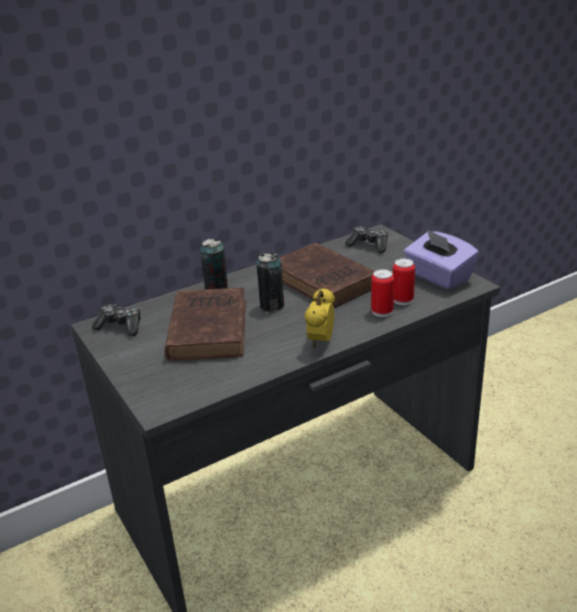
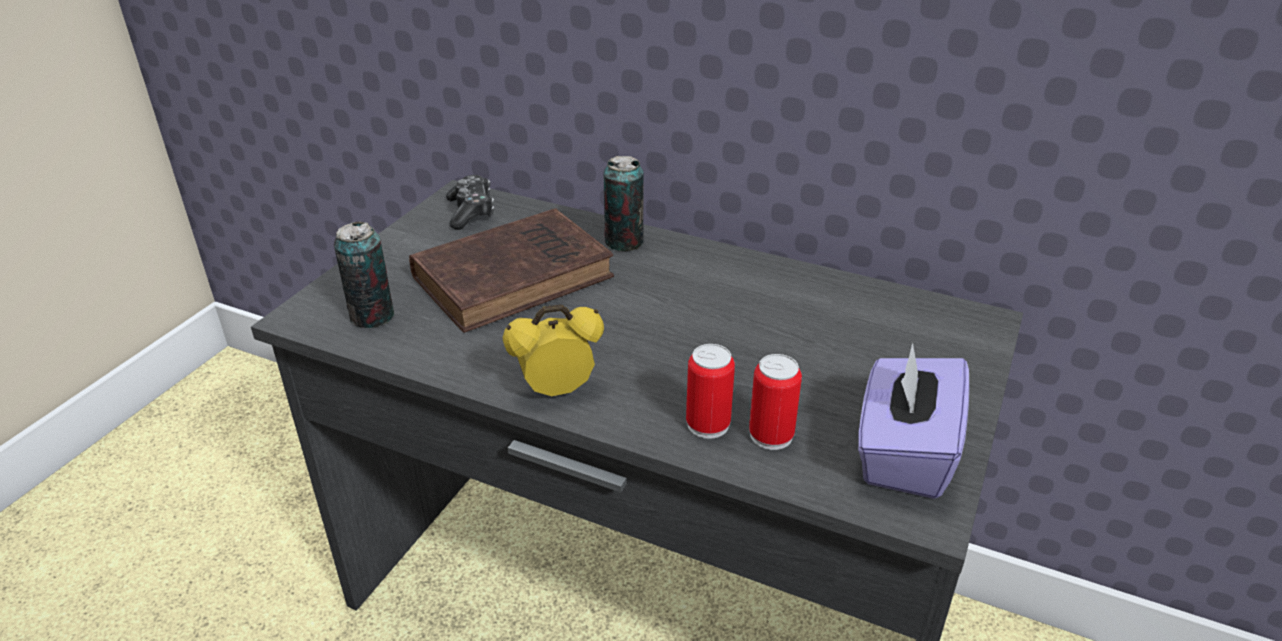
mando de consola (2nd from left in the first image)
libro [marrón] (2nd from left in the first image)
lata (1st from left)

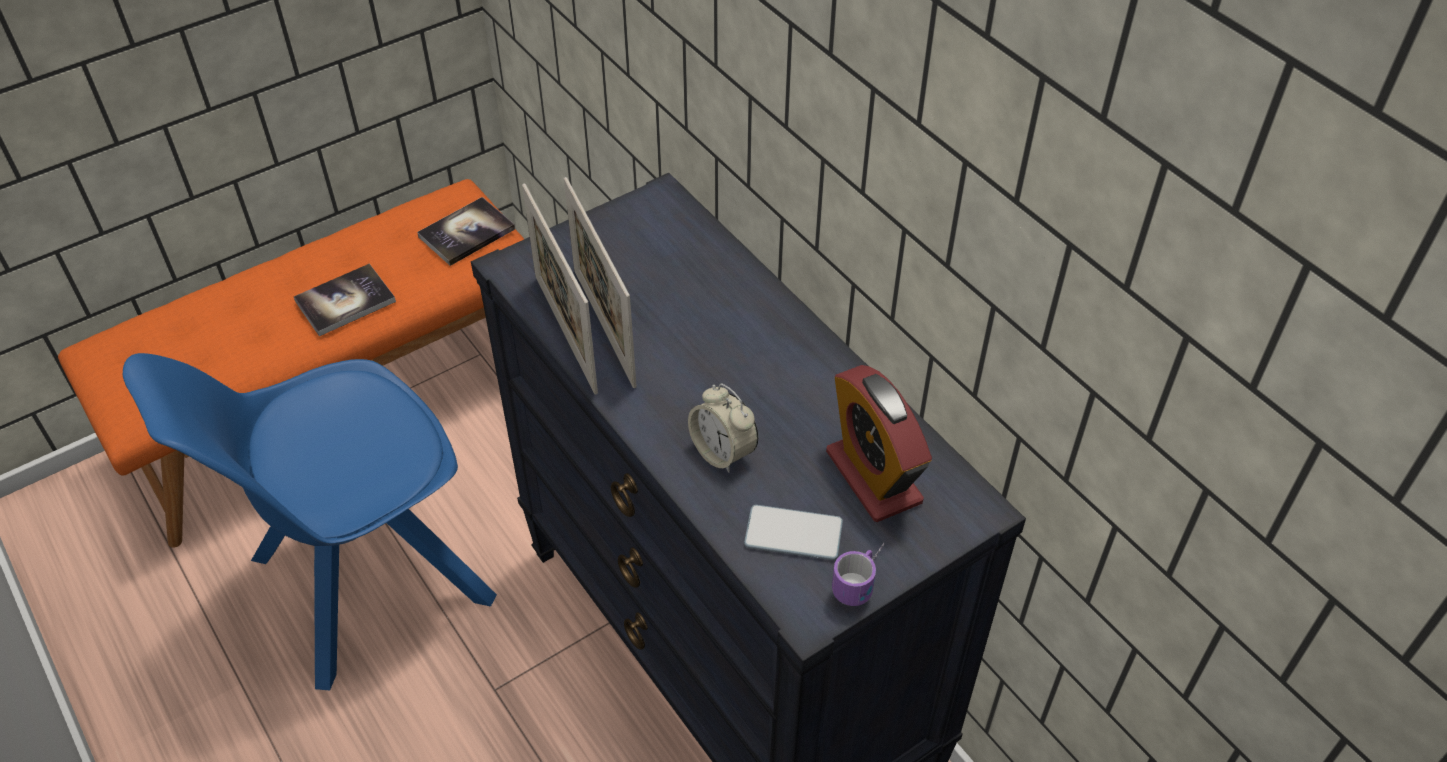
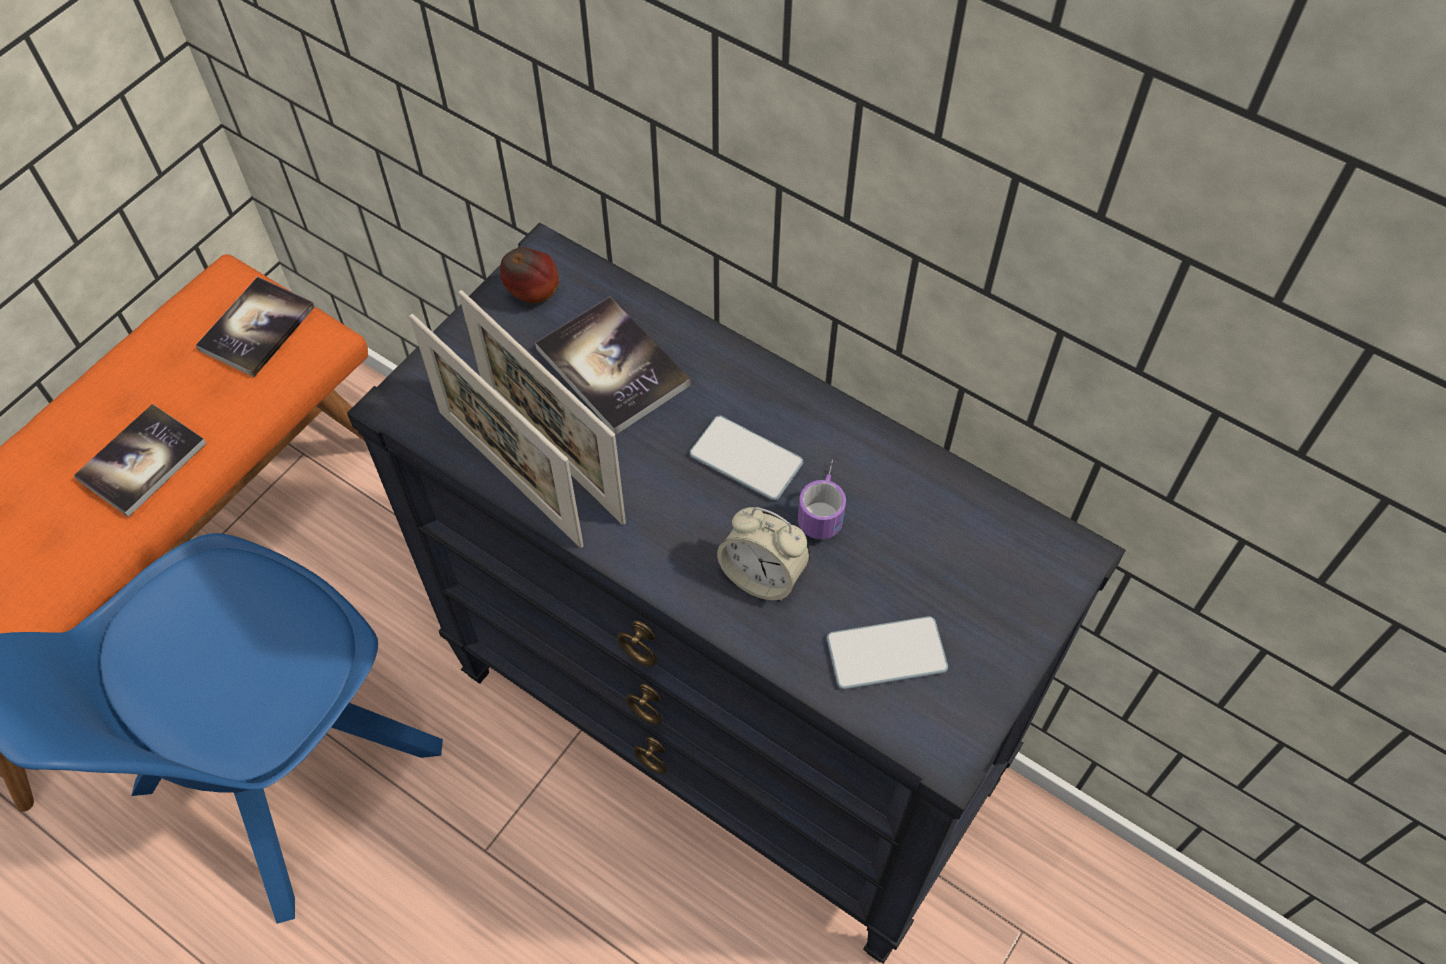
despertador (2nd from left in the first image)
taza grande
manzana
libro (3rd from left)
móvil (1st from left)

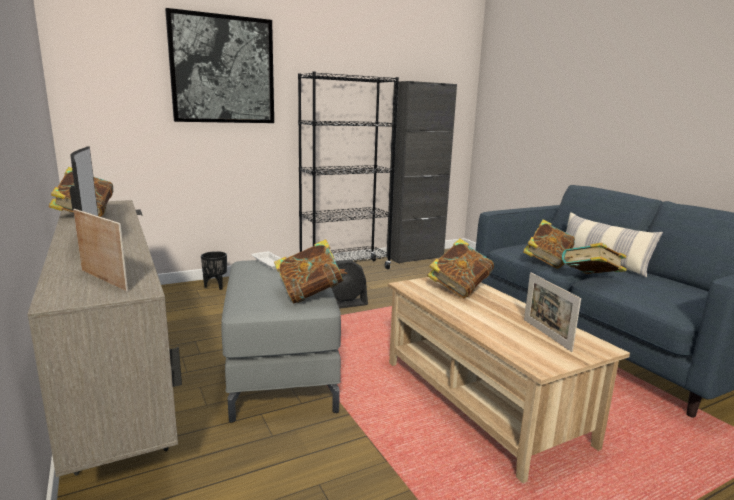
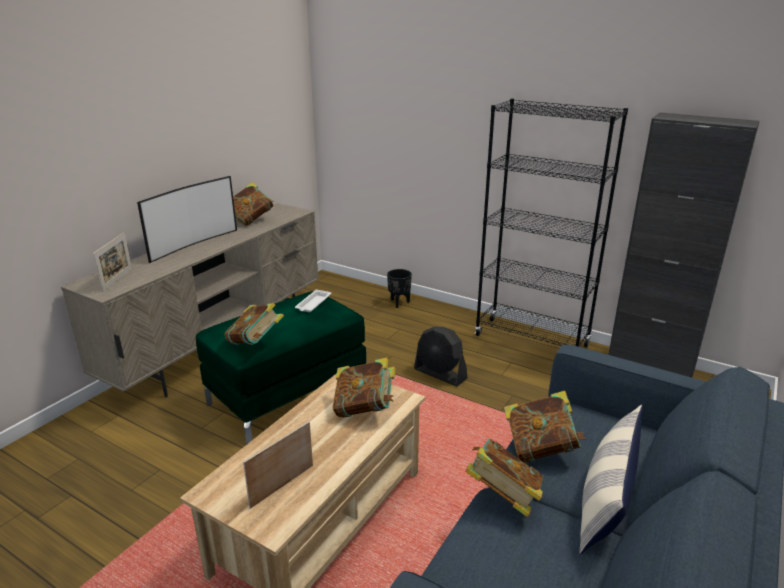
cuadro
puf [verde]

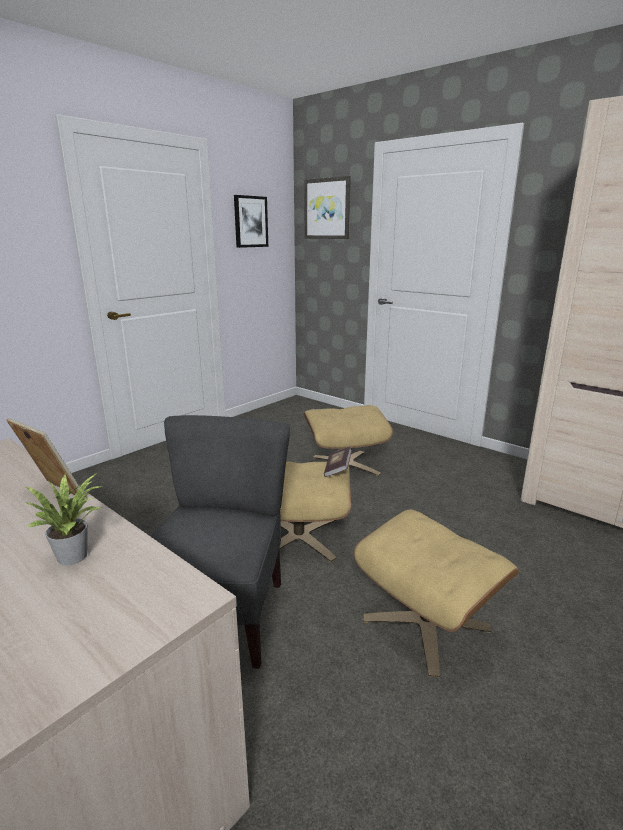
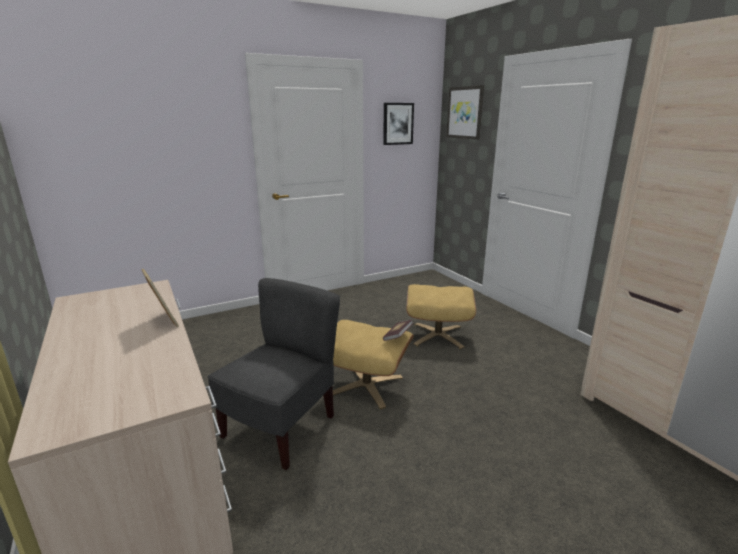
planta en maceta
puf [beis] (3rd from left in the first image)

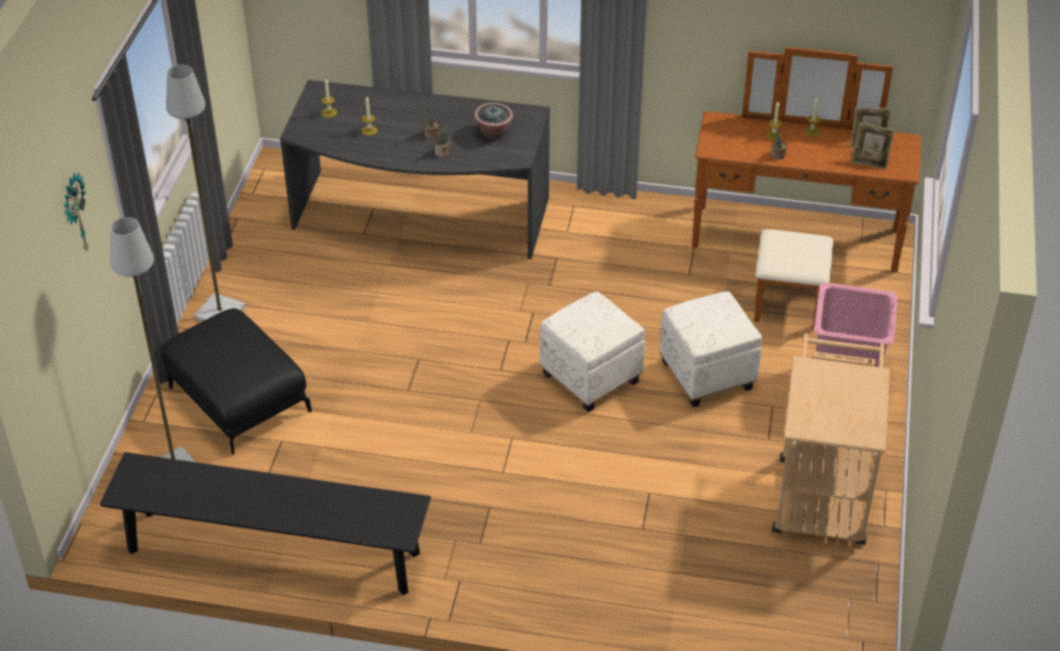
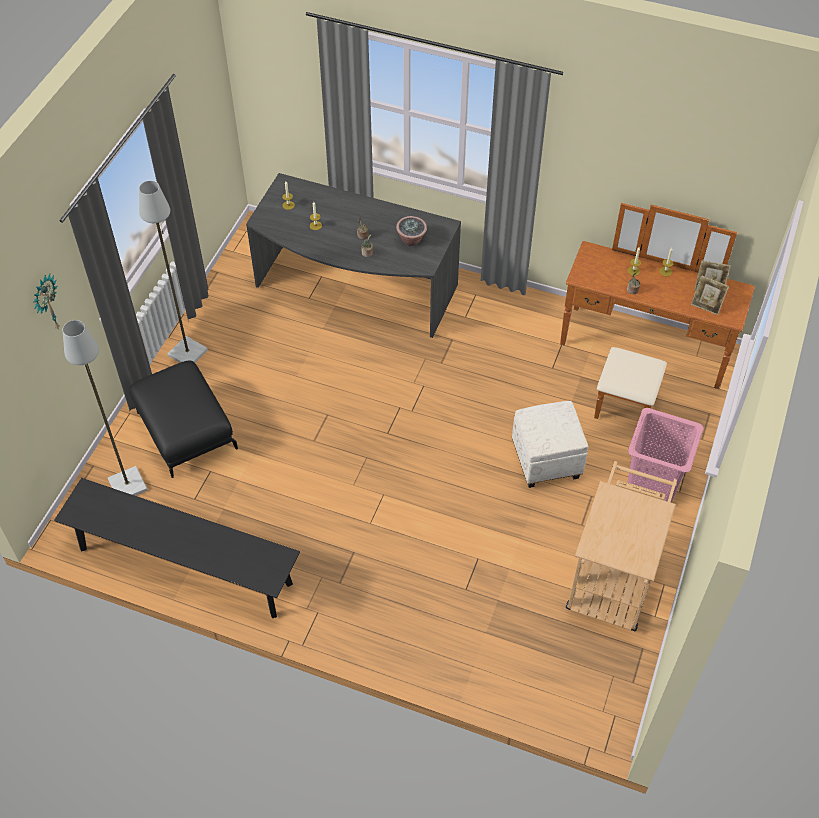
puf [blanco] (1st from left in the first image)

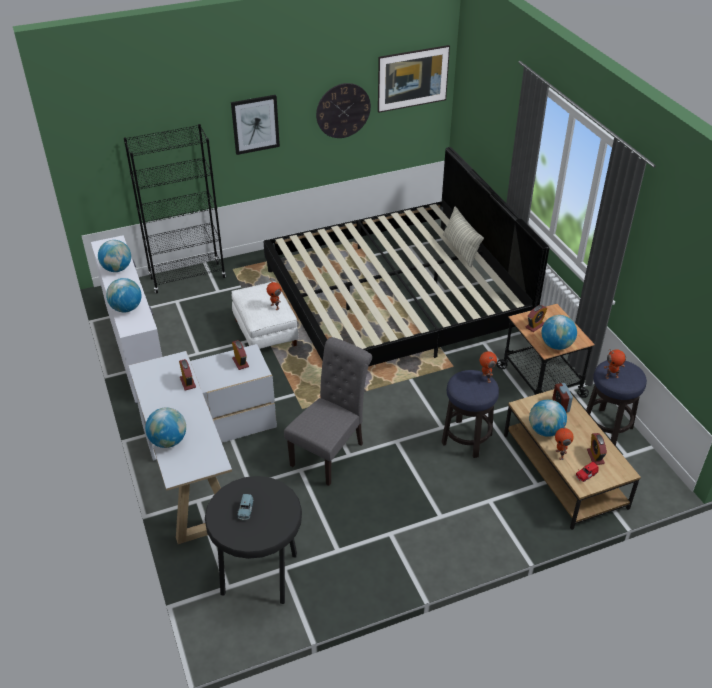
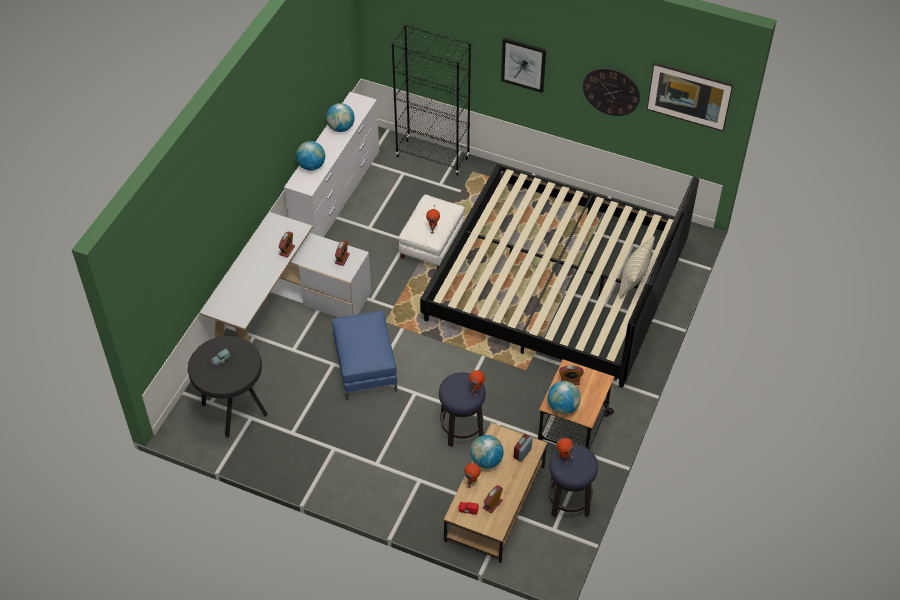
puf [azul]
globo terráqueo (3rd from left in the first image)

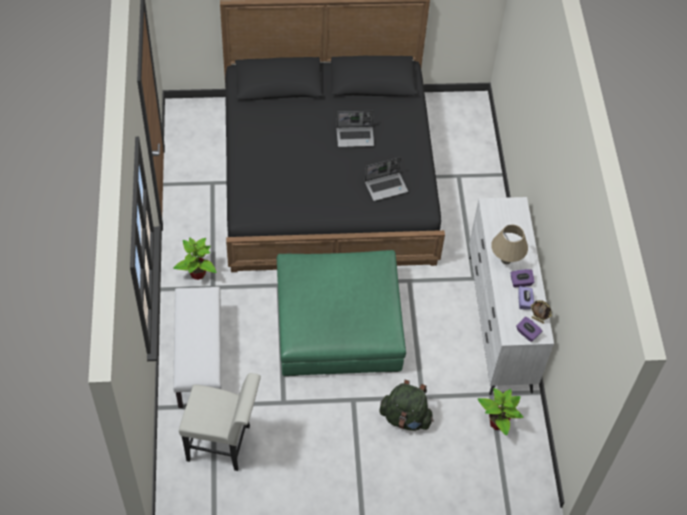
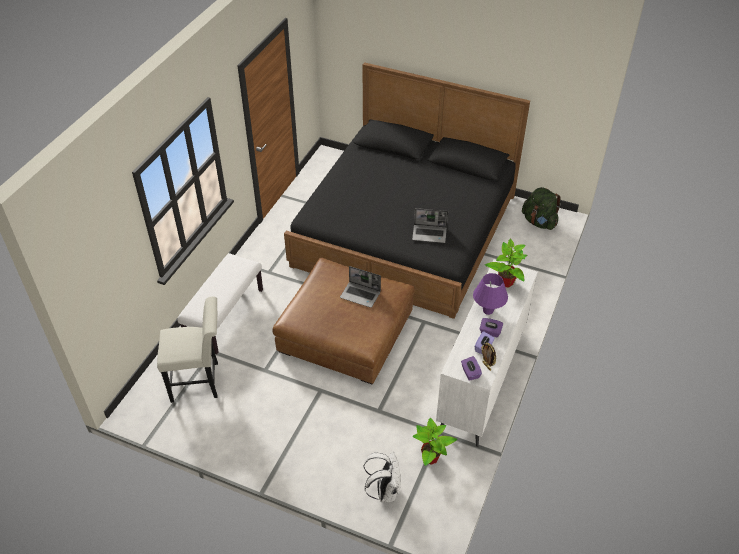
portátil (1st from left)
lámpara de mesa [morado]
planta en maceta (2nd from left)
puf [marrón]
silla [blanco]
mochila [verde]
mochila [blanco]

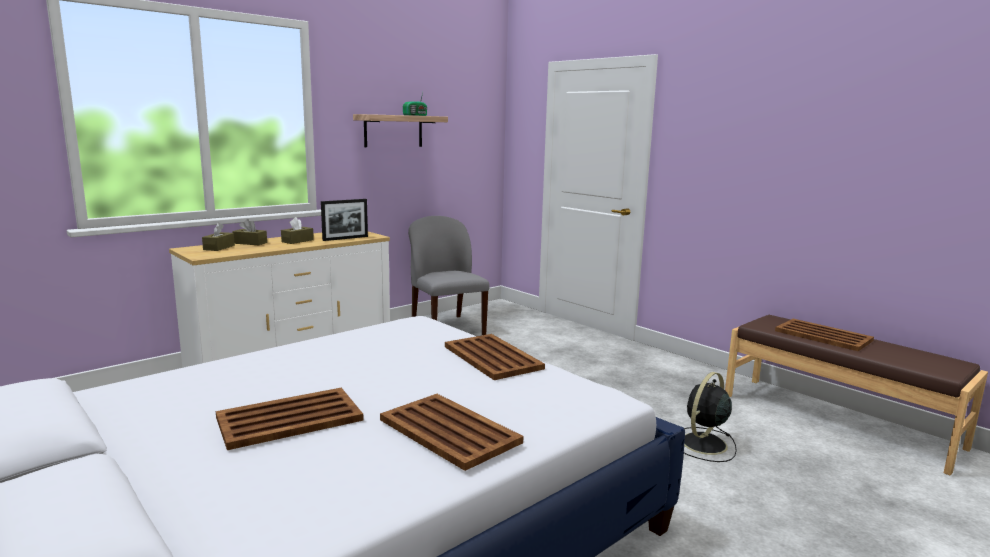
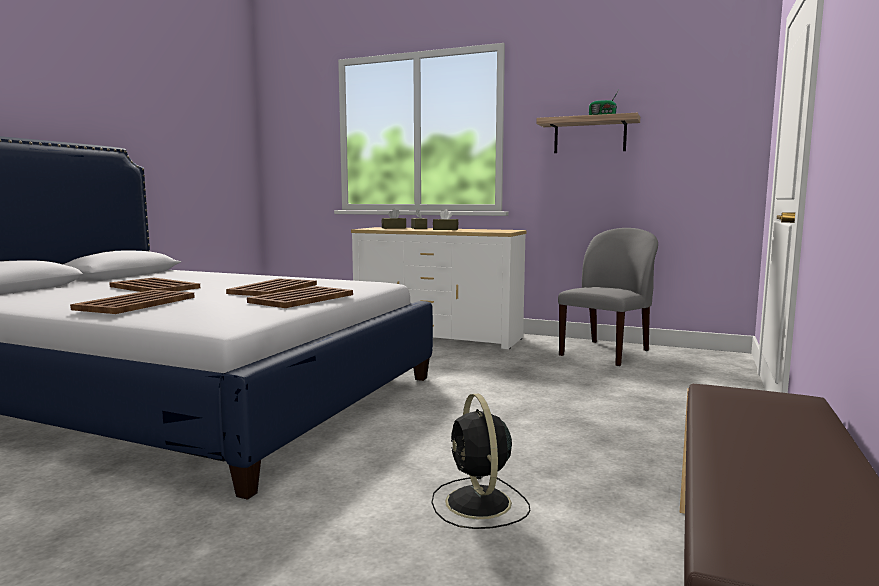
portarretratos
bandeja [marrón] (3rd from left)
ventilador [negro]

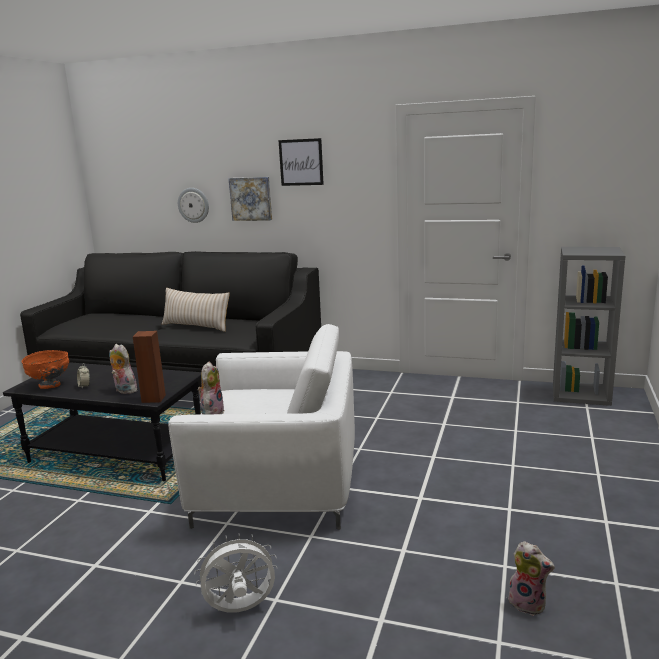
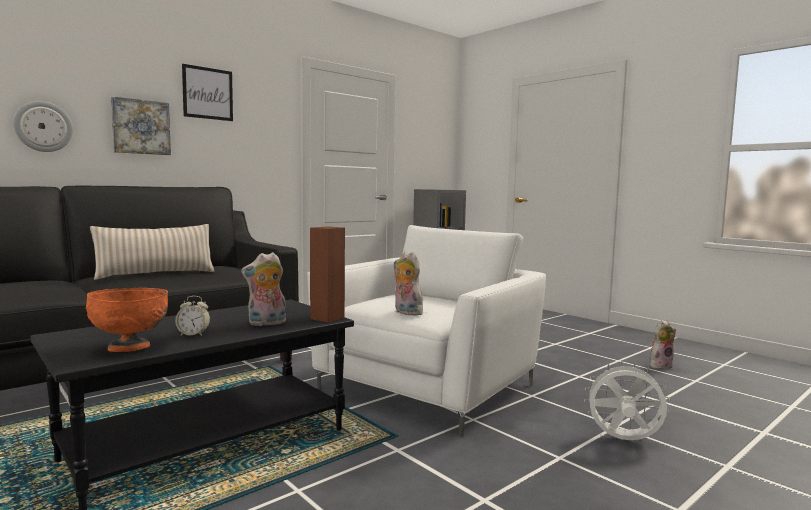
ventilador [blanco]

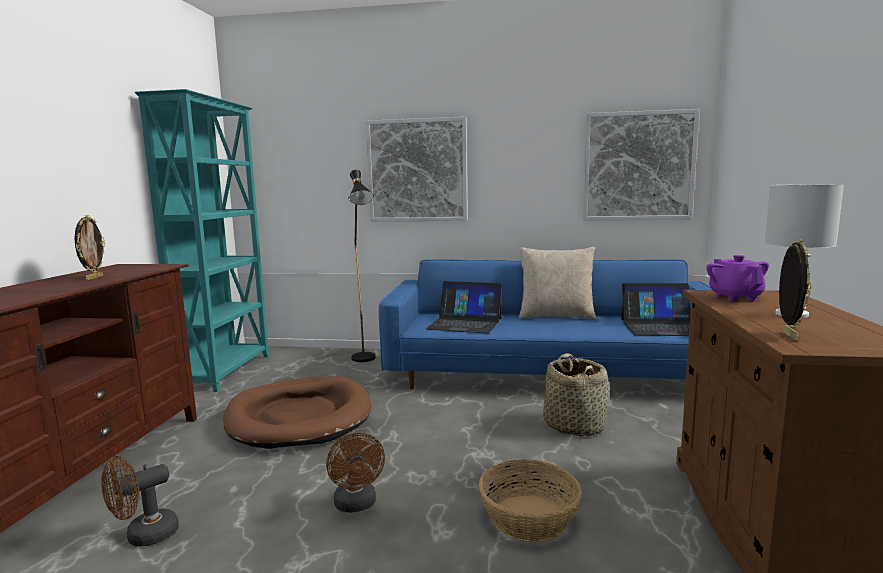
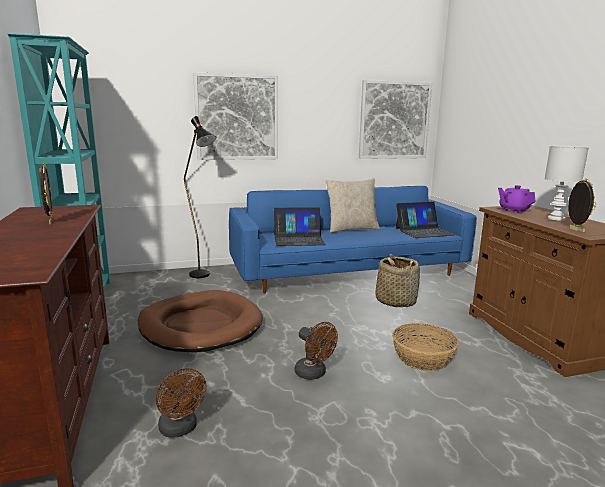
ventilador [marrón] (1st from left)

